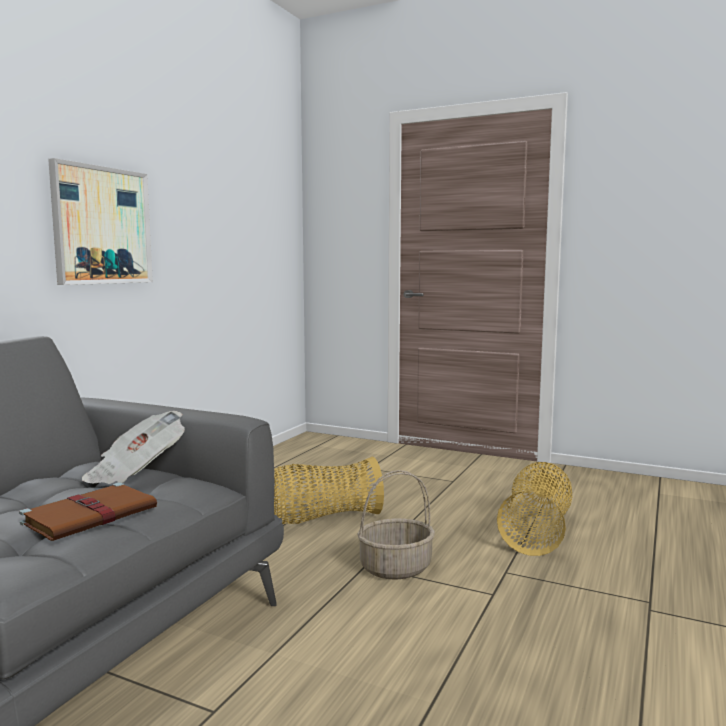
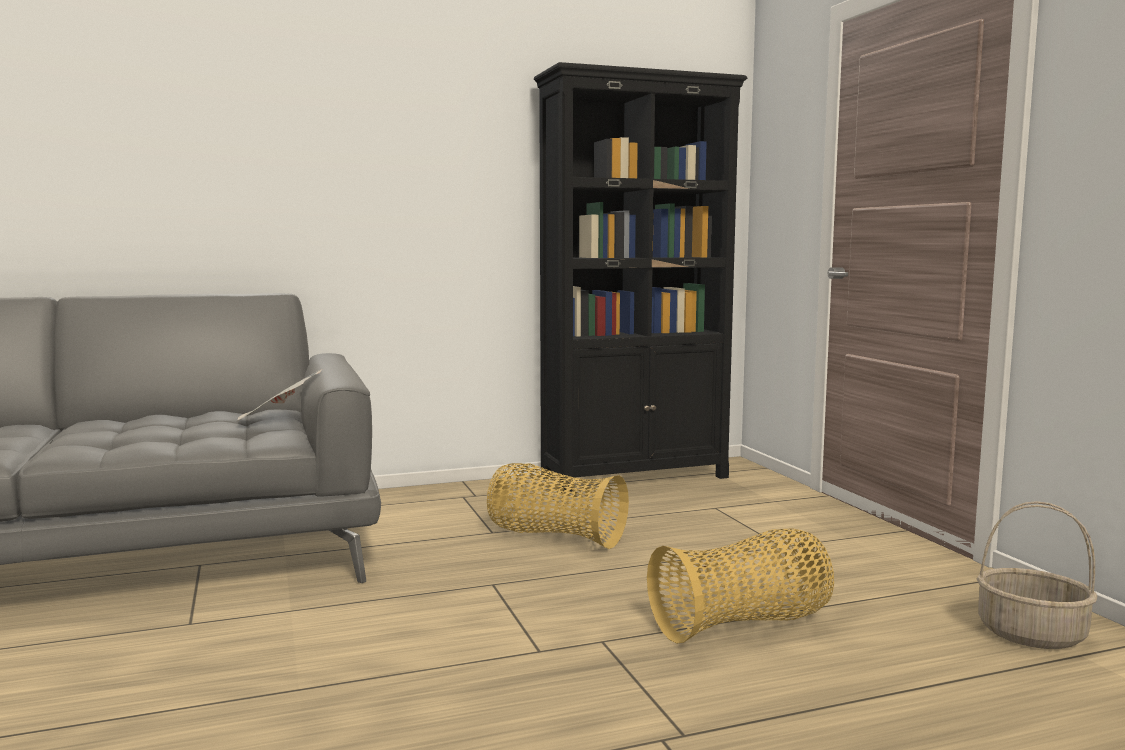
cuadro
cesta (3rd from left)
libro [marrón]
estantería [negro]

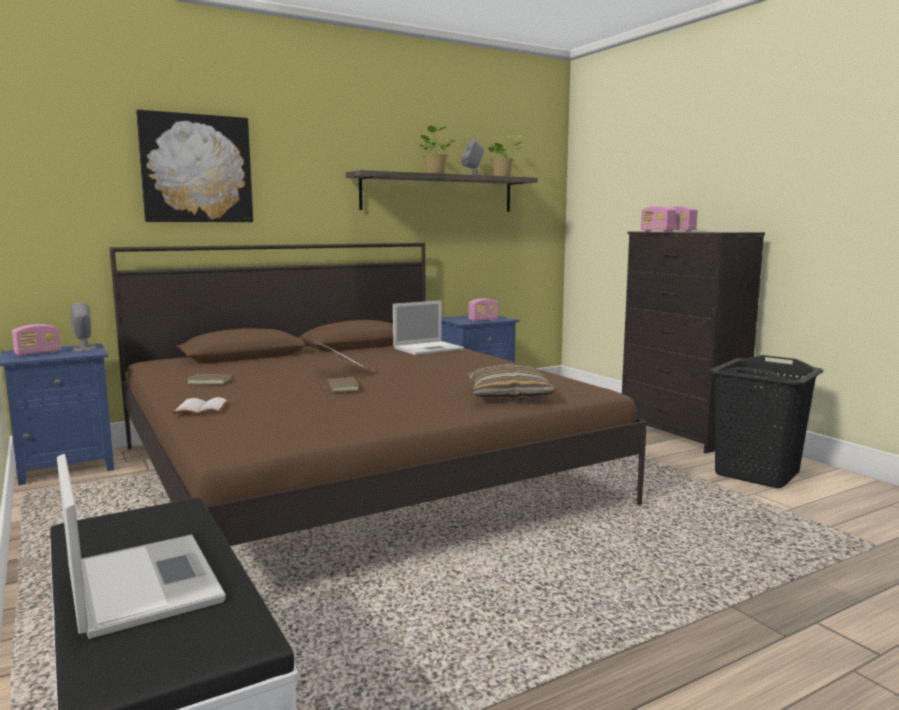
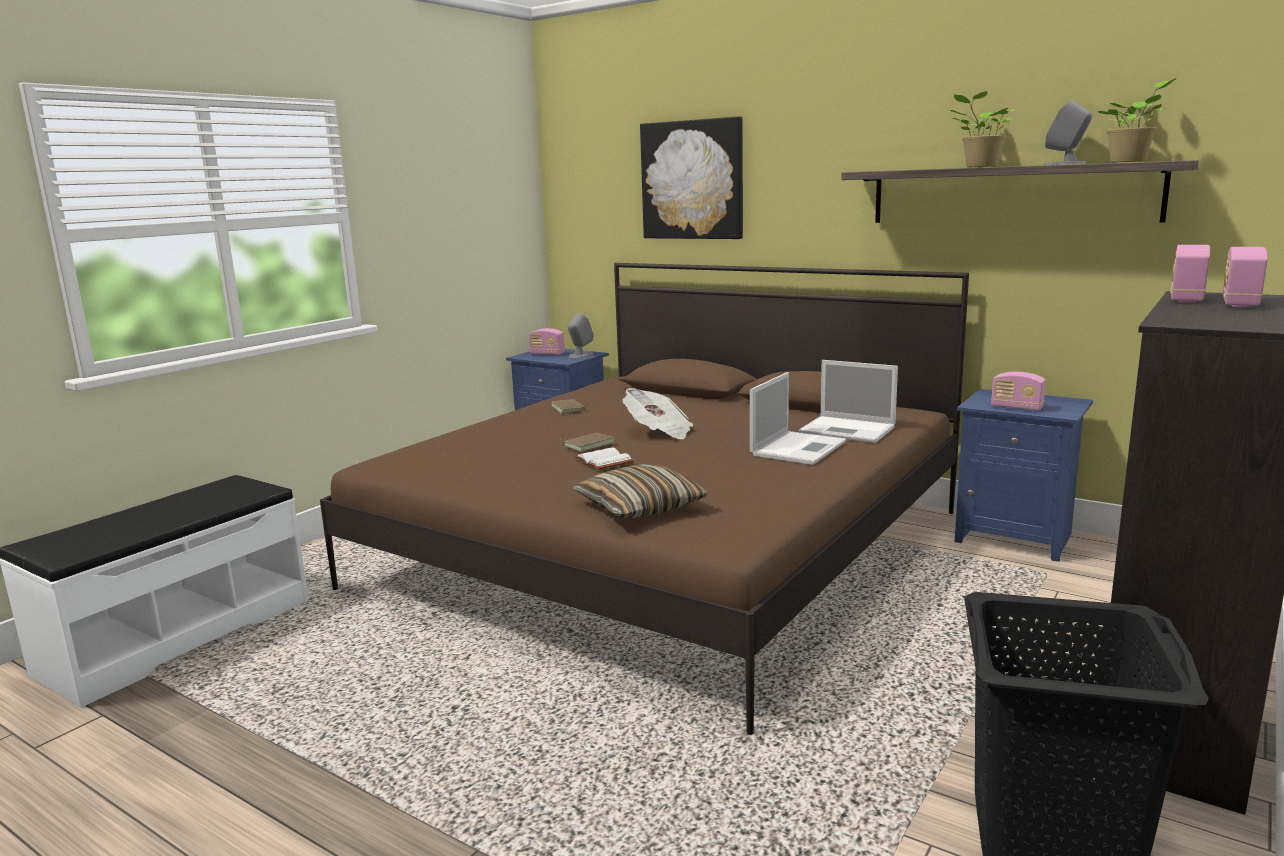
libro [blanco]
portátil (1st from left)

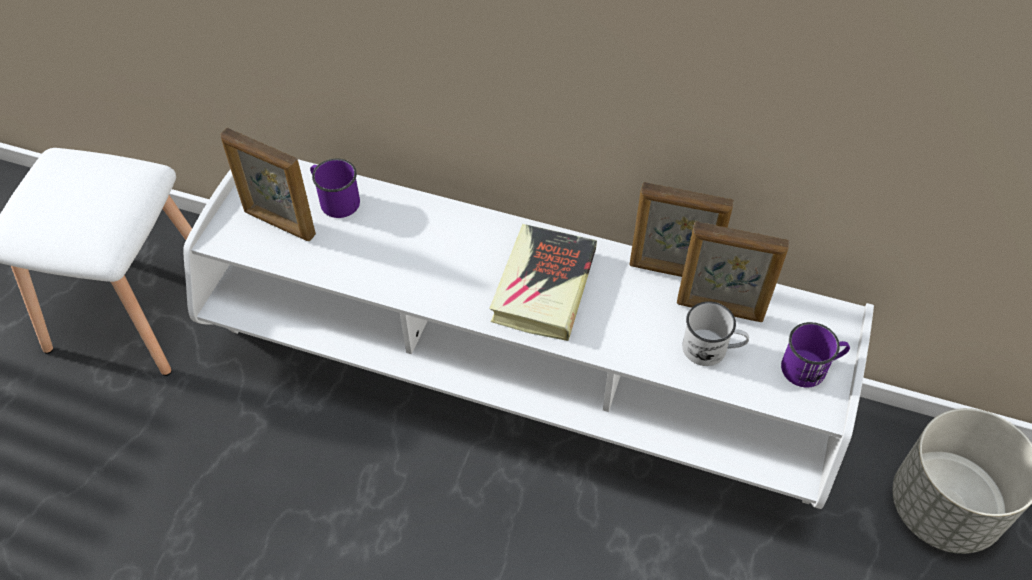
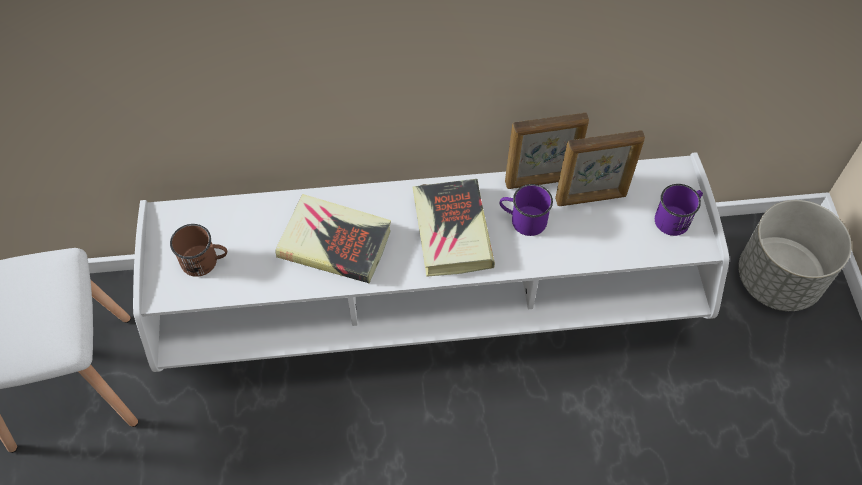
taza grande [marrón]
taza grande [morado] (1st from left)
taza grande [blanco]
libro (1st from left)

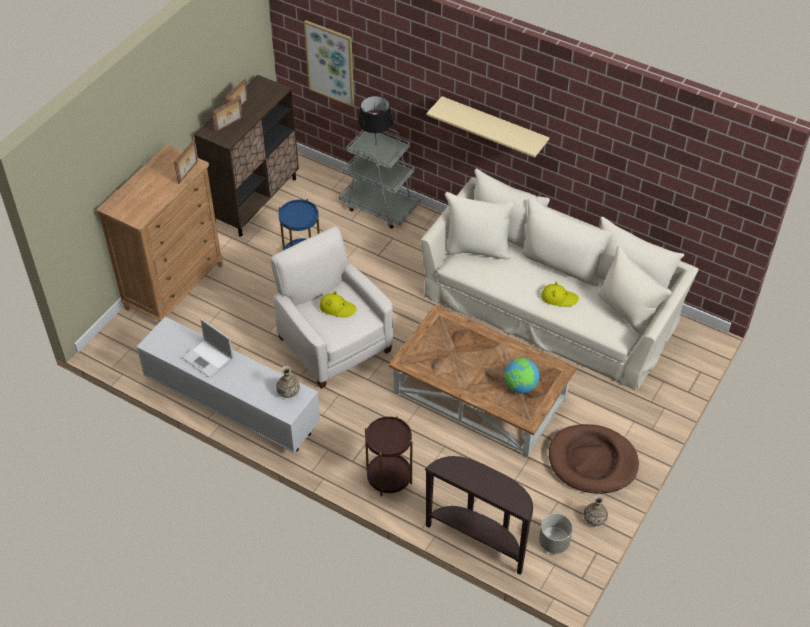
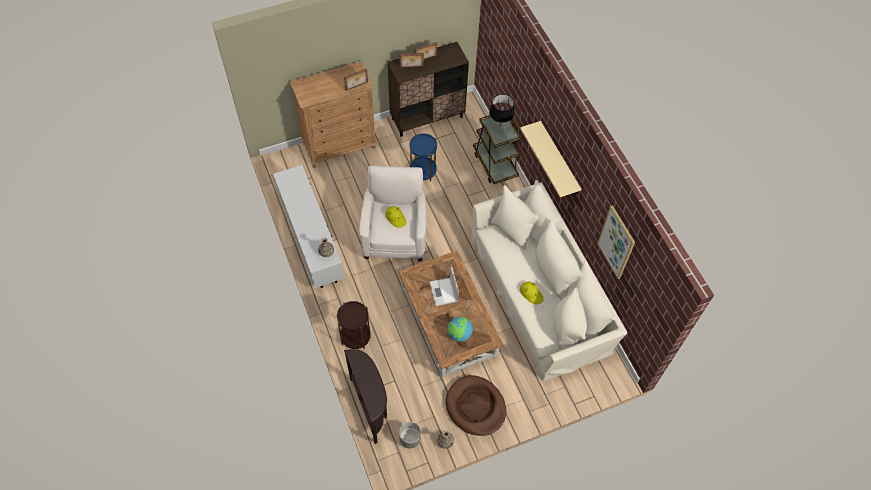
cuadro
carrito [marrón]
portátil

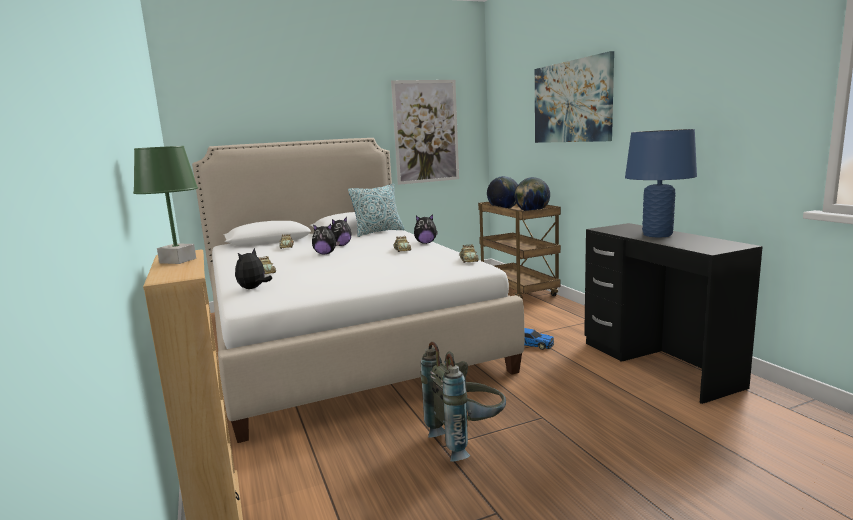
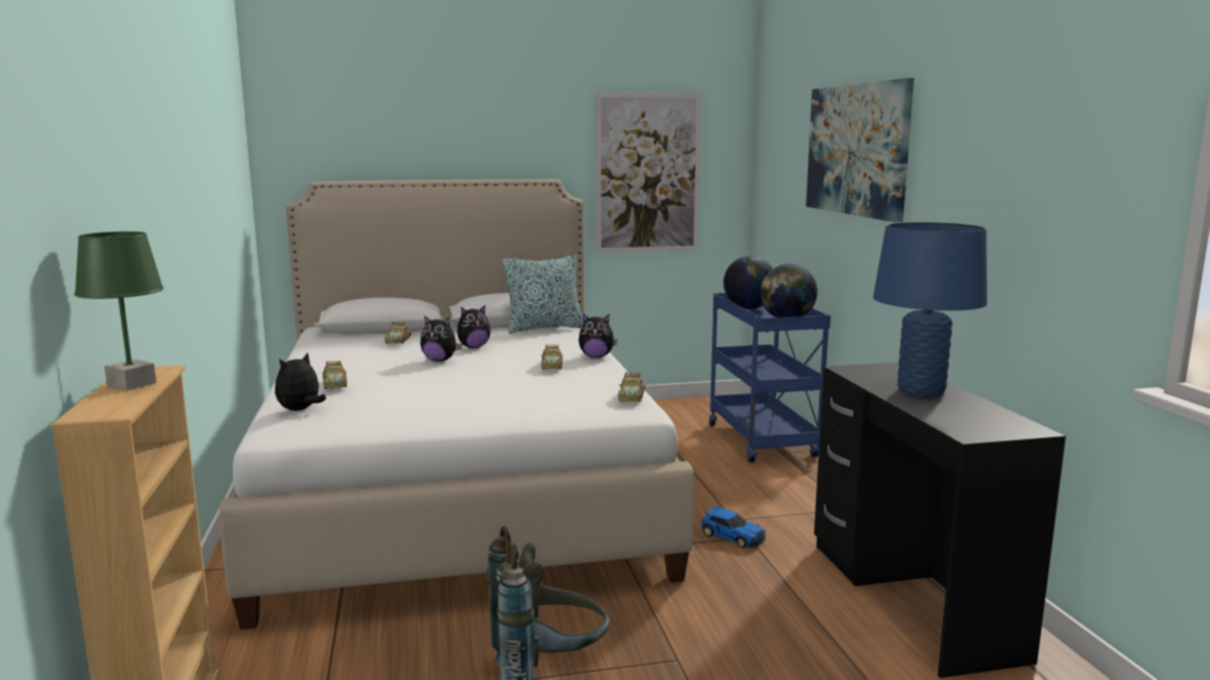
carrito [azul]

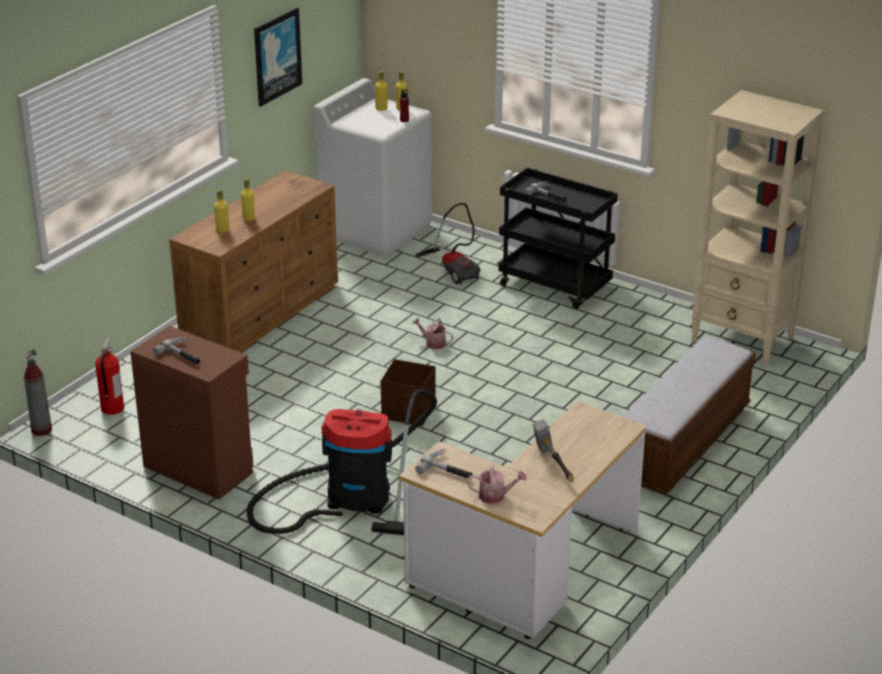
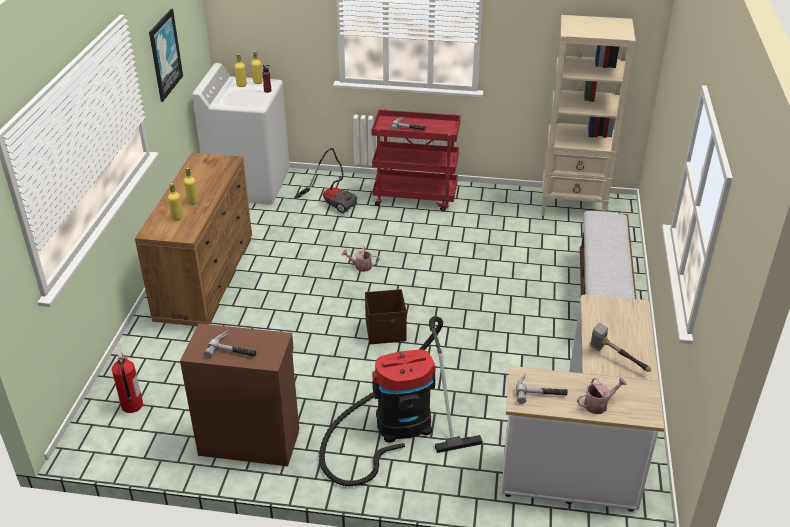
carrito [rojo]
extintor (1st from left in the first image)

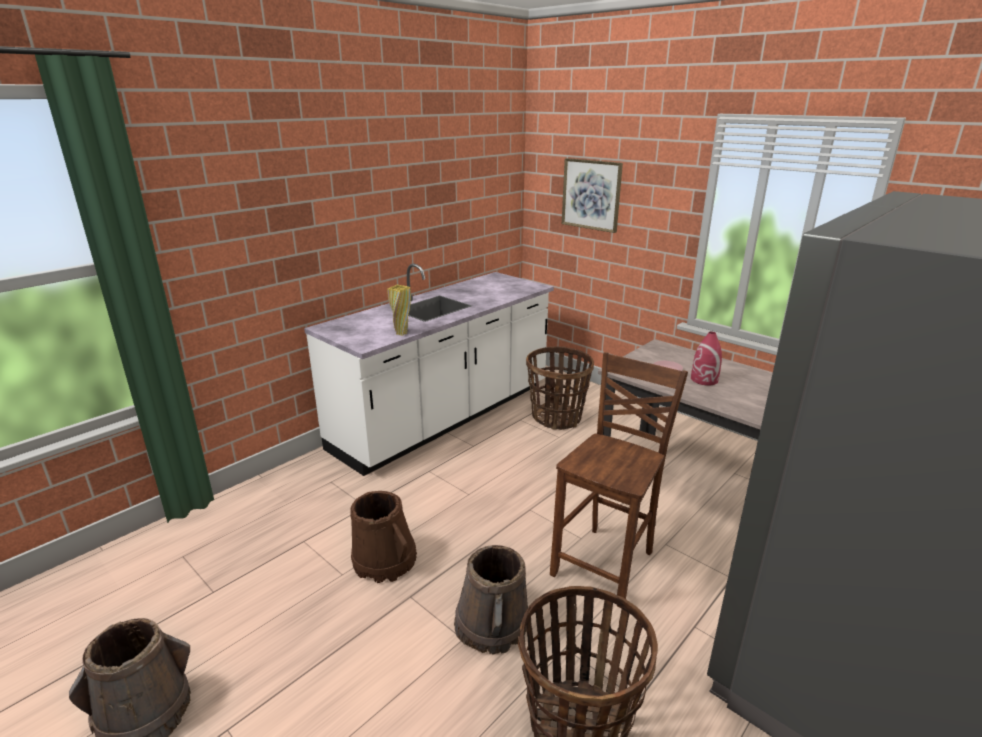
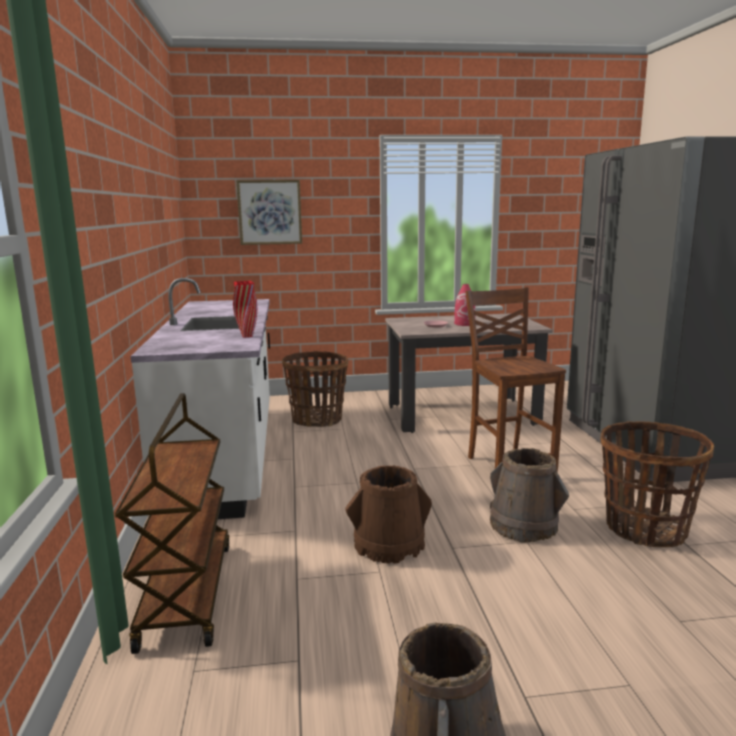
florero [rojo] (1st from left)
carrito [marrón]

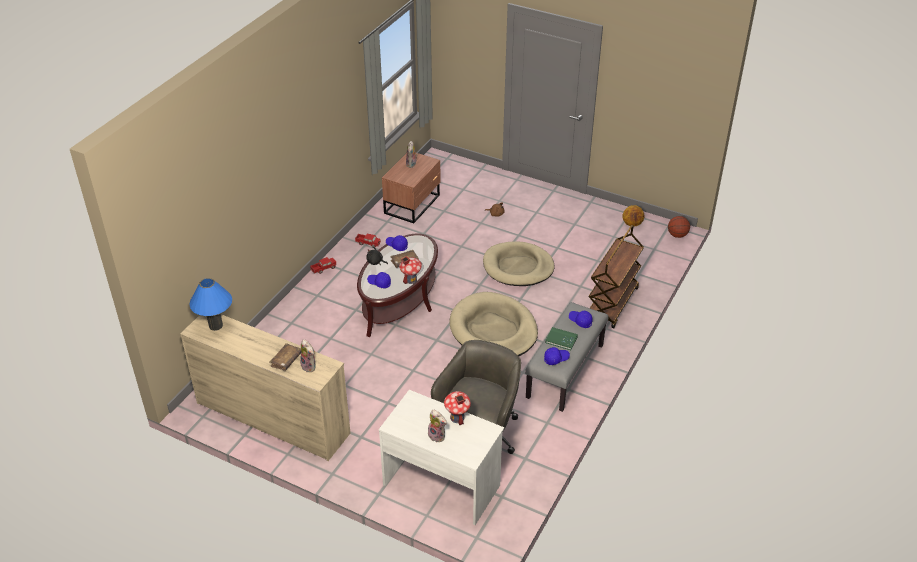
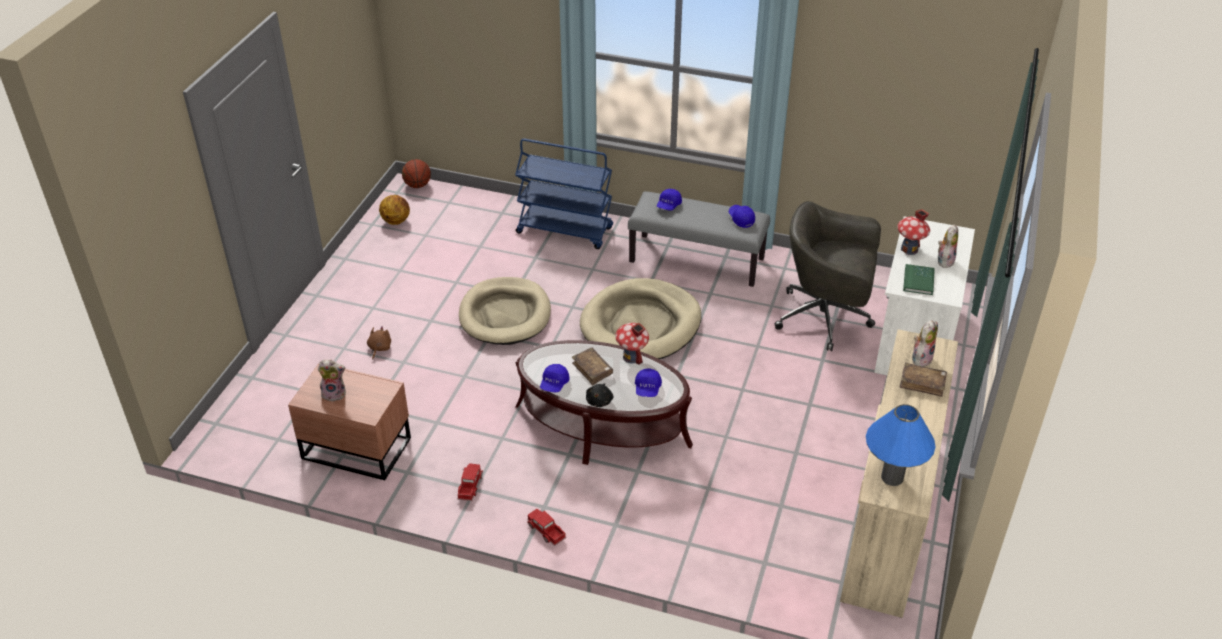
carrito [azul]
libro [verde]

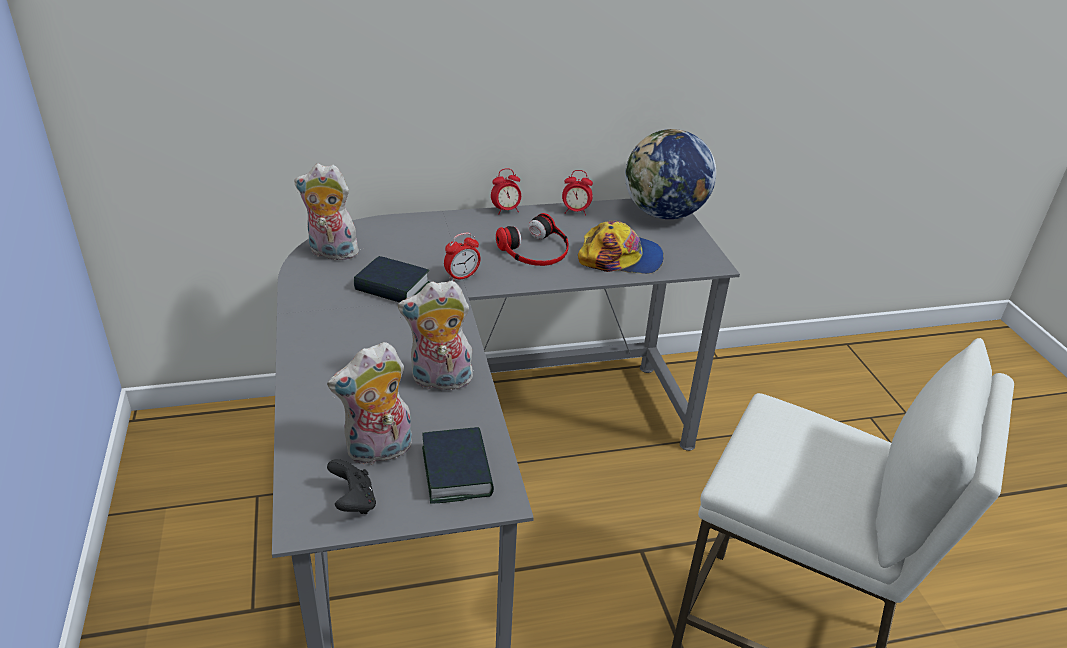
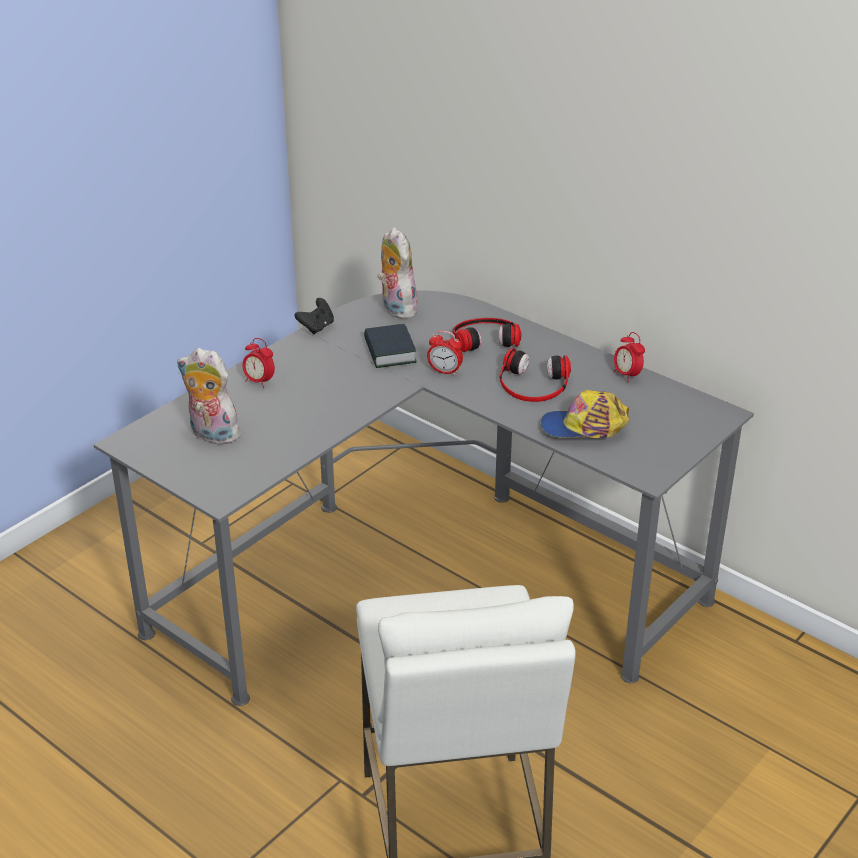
globo terráqueo
despertador (1st from left)
gorra
peluche (3rd from left in the first image)
libro (2nd from left in the first image)
mando de consola [negro]
auriculares (1st from left)

